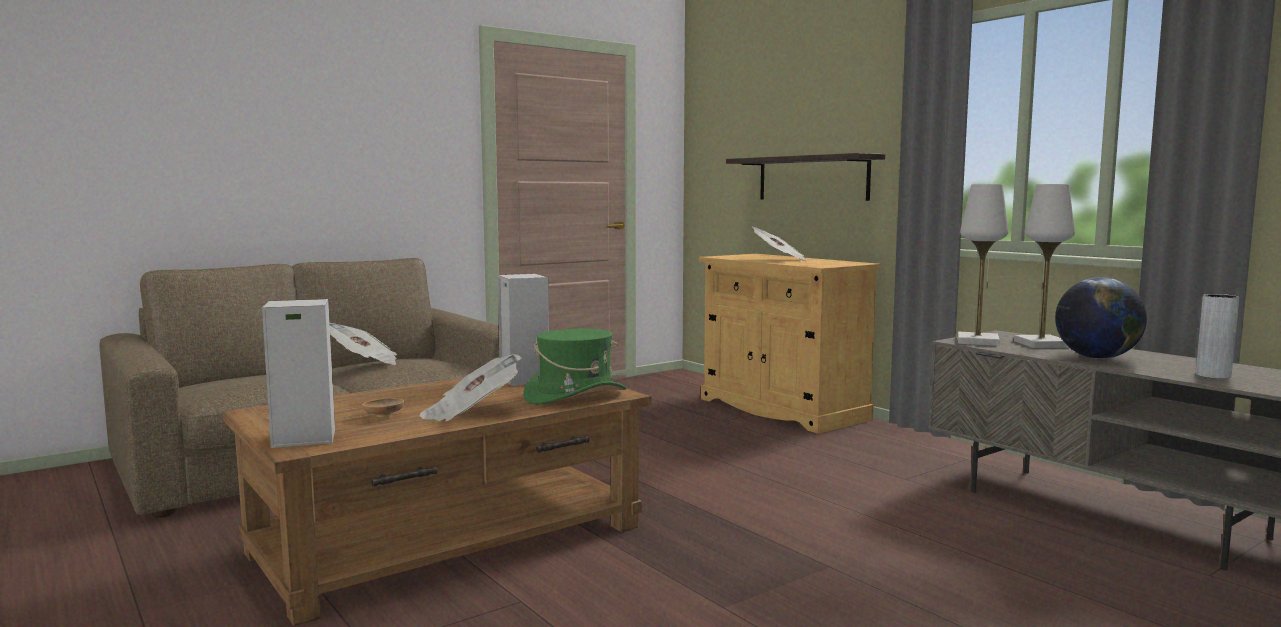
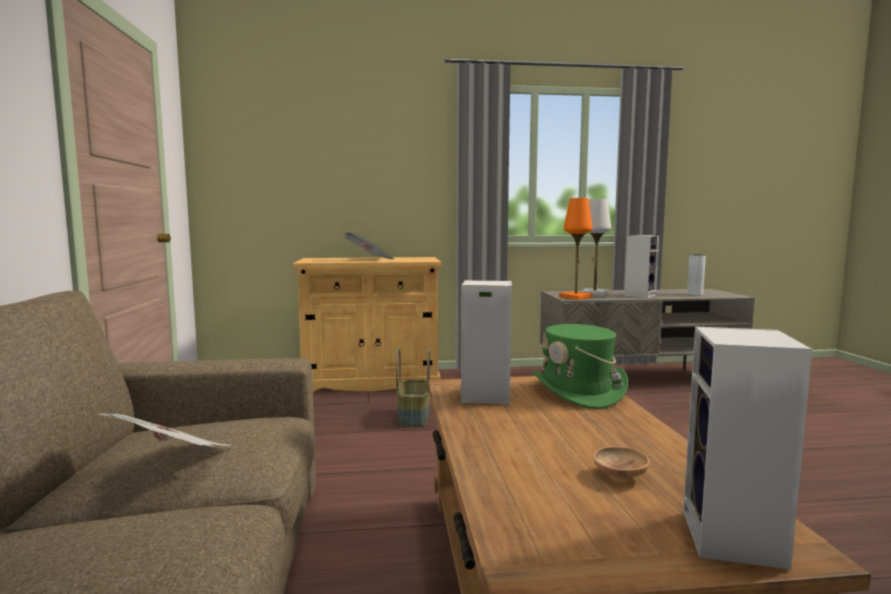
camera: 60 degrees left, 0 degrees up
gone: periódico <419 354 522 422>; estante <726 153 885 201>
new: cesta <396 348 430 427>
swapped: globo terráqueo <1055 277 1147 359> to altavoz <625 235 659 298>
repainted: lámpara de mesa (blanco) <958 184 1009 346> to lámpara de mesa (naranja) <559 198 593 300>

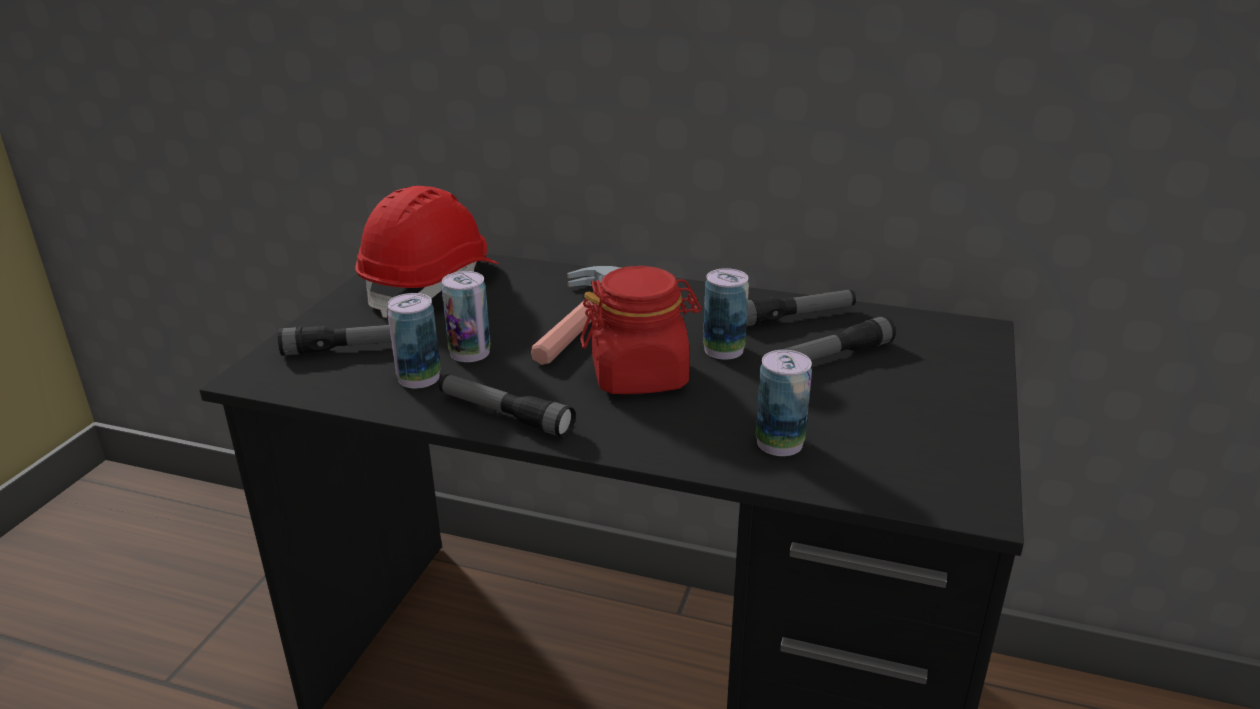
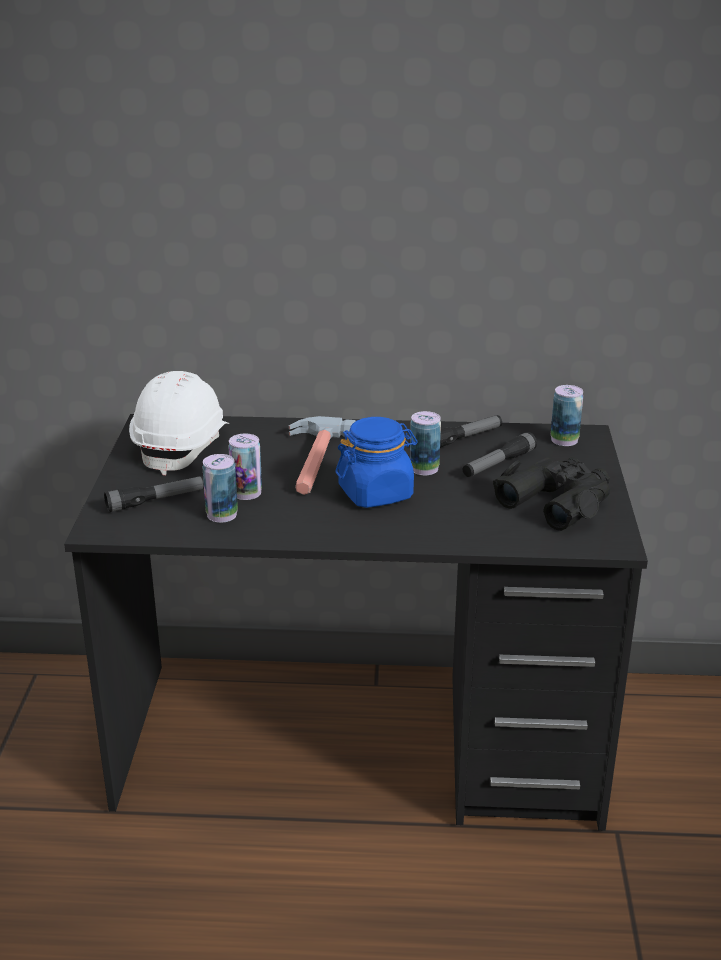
camera: 15 degrees left, 0 degrees up
gone: linterna <439 374 576 438>
new: prismáticos (negro) <493 457 610 531>
shifted: lata <756 350 812 456> to <551 385 583 446>
repainted: casco (rojo) <355 186 500 318> to casco (blanco) <129 371 230 475>; tarro (rojo) <580 266 702 394> to tarro (azul) <336 417 418 508>

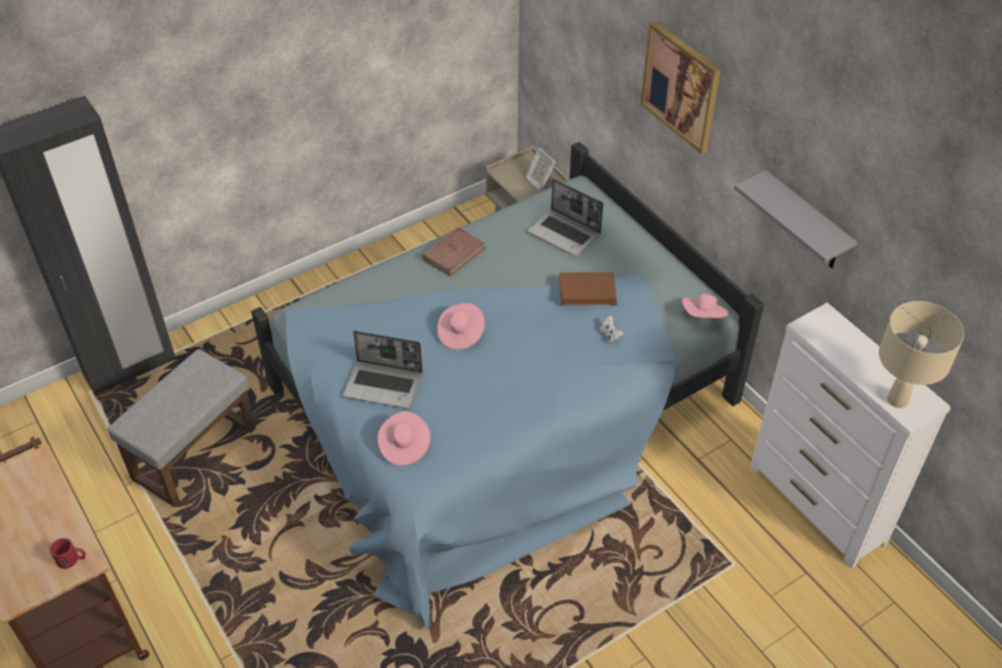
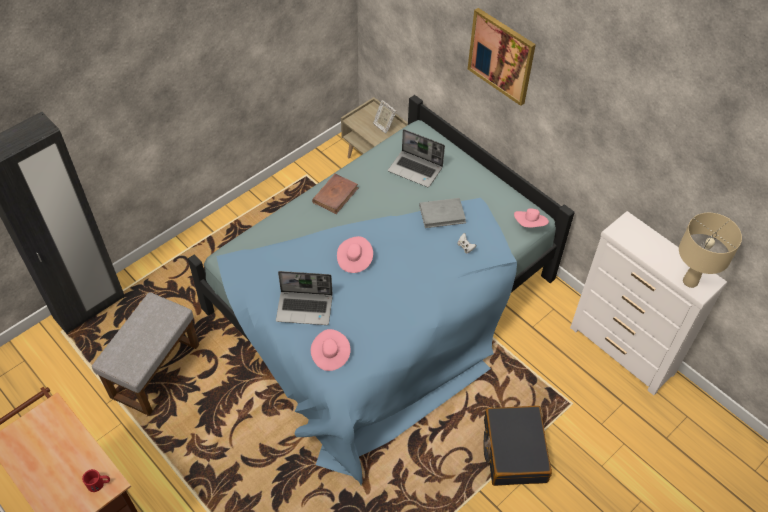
camera: 10 degrees left, 5 degrees up
gone: estante (gris) <734 170 857 268>
new: maleta (negro) <484 406 552 486>
repainted: libro (marrón) <559 272 617 305> to libro (gris) <419 198 466 228>

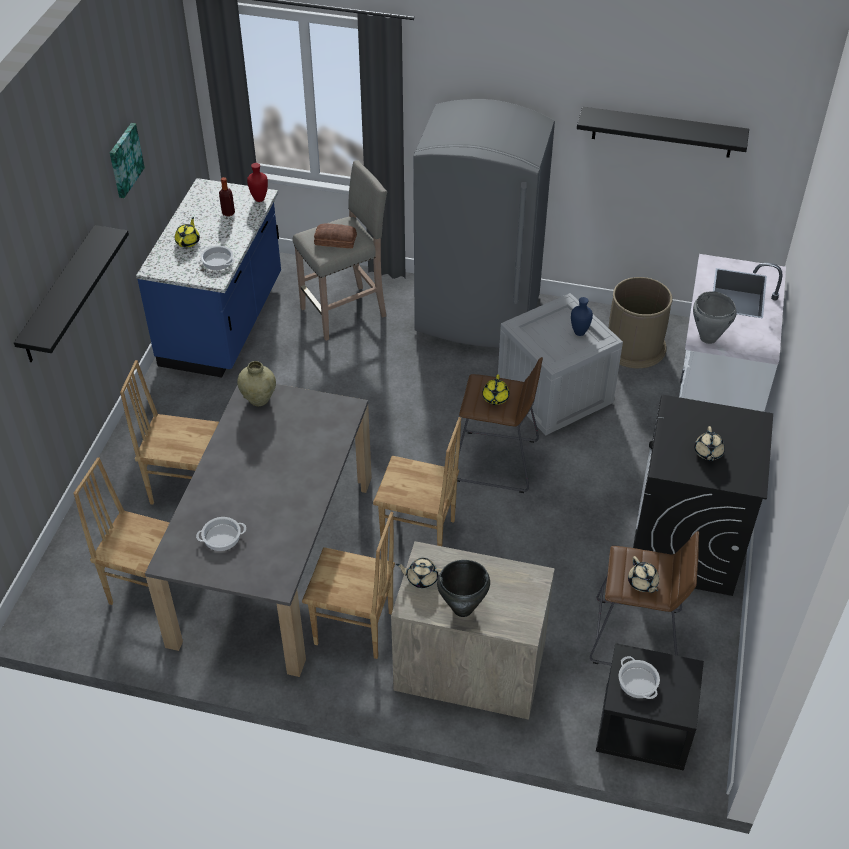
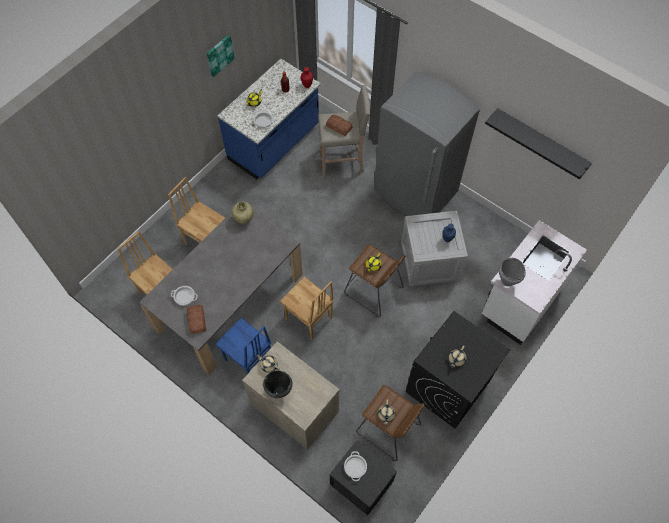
camera: 25 degrees right, 15 degrees up
gone: estante (negro) <14 225 129 362>; papelera (marrón) <609 277 673 368>
new: pan <187 305 206 334>
repainted: silla (marrón) <302 512 395 659> to silla (azul) <215 318 272 374>

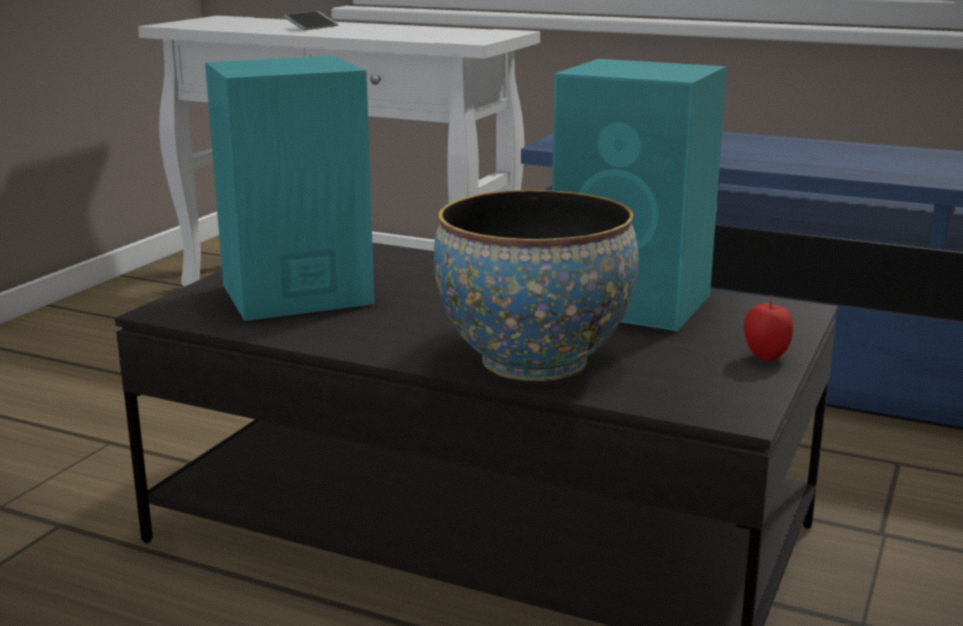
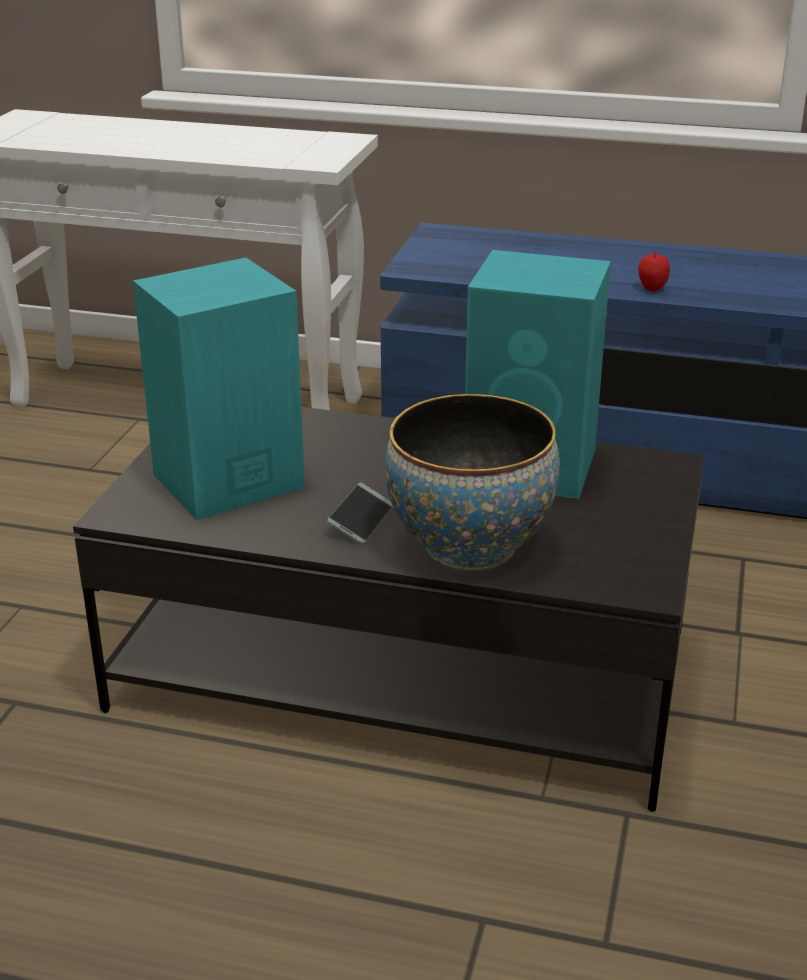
camera: 10 degrees left, 10 degrees up
shifted: móvil <284 11 338 30> to <327 482 393 544>; manzana <744 295 793 361> to <638 249 670 291>

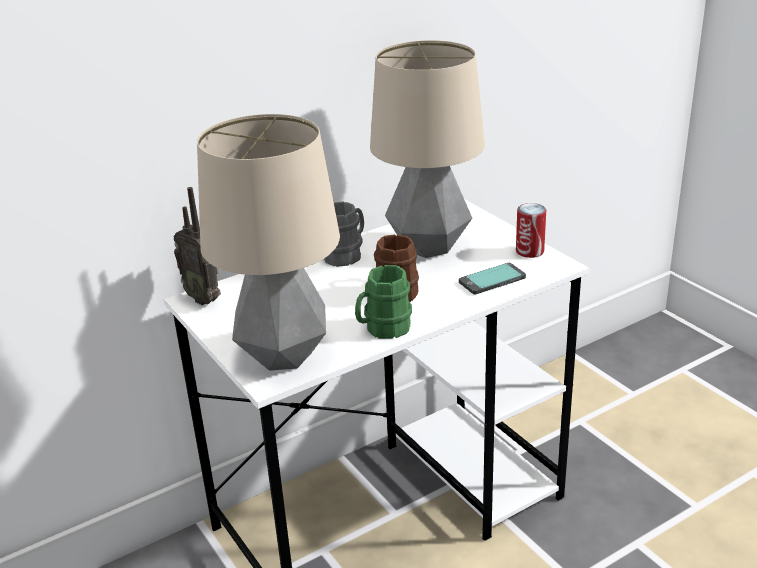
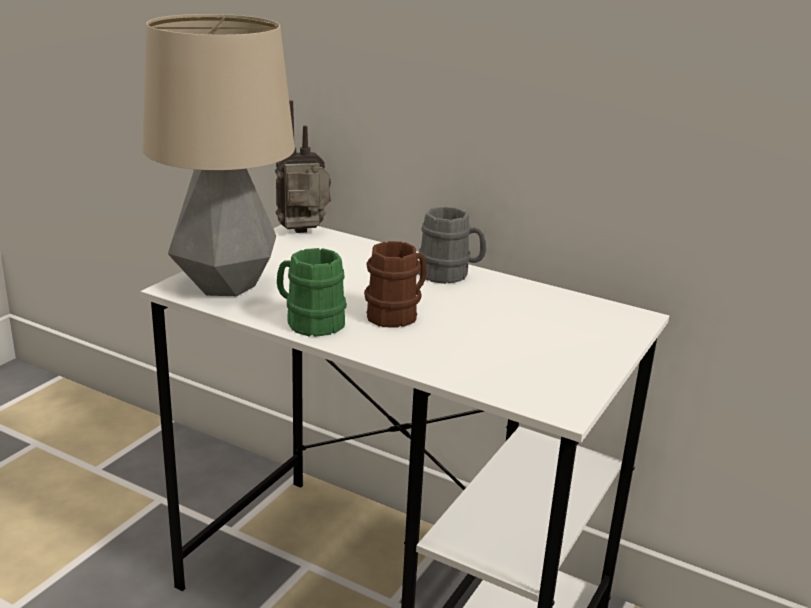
camera: 60 degrees right, 5 degrees down
gone: lámpara de mesa <370 40 485 258>; móvil <459 263 526 294>; lata <516 203 546 258>
rotated: radio <173 187 221 305> = <275 100 331 233> 60 degrees clockwise

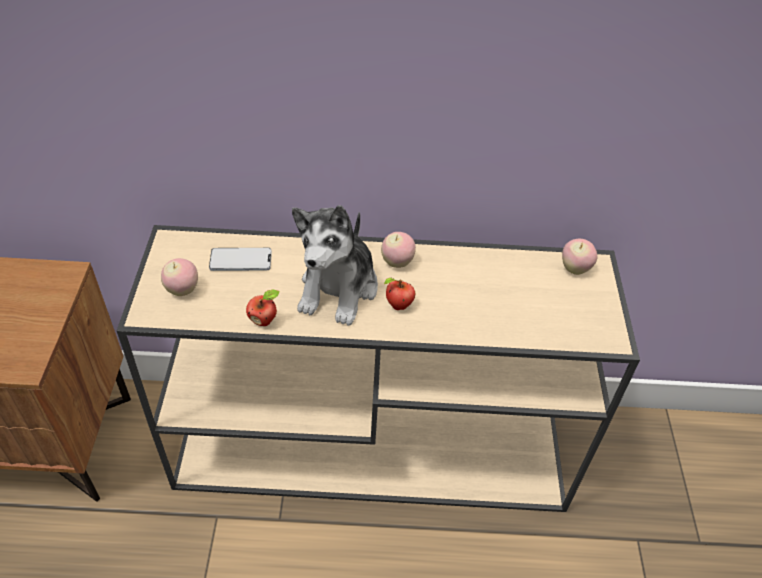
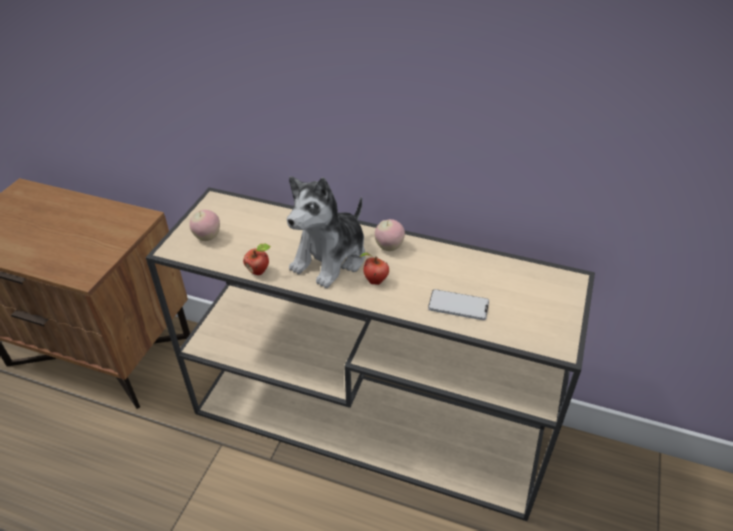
camera: 20 degrees right, 5 degrees down
gone: manzana <562 239 597 275>
shifted: móvil <209 248 272 271> to <428 289 489 320>

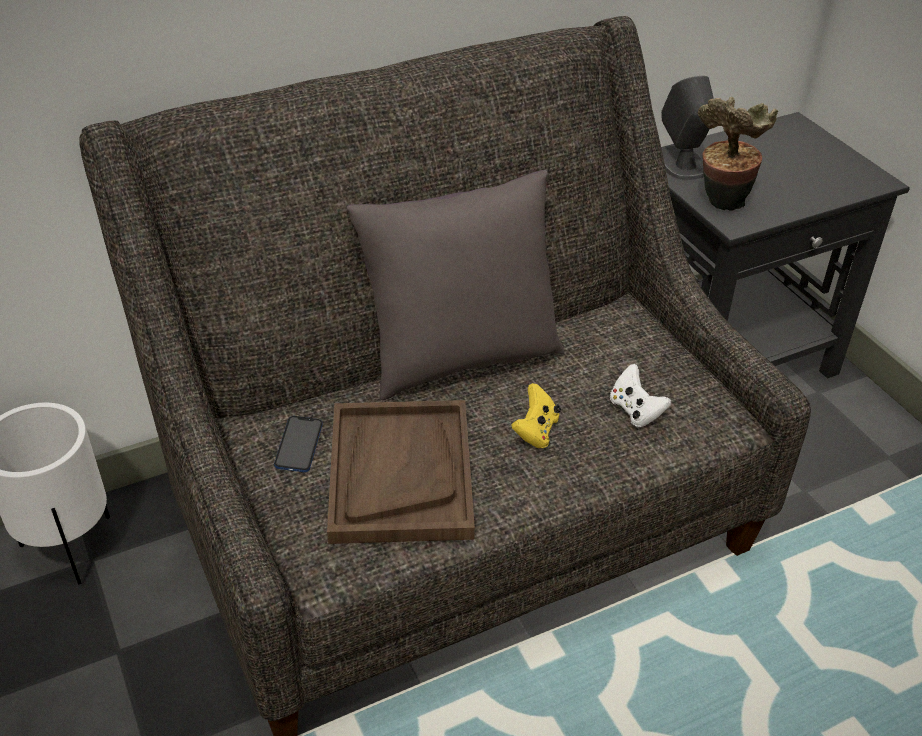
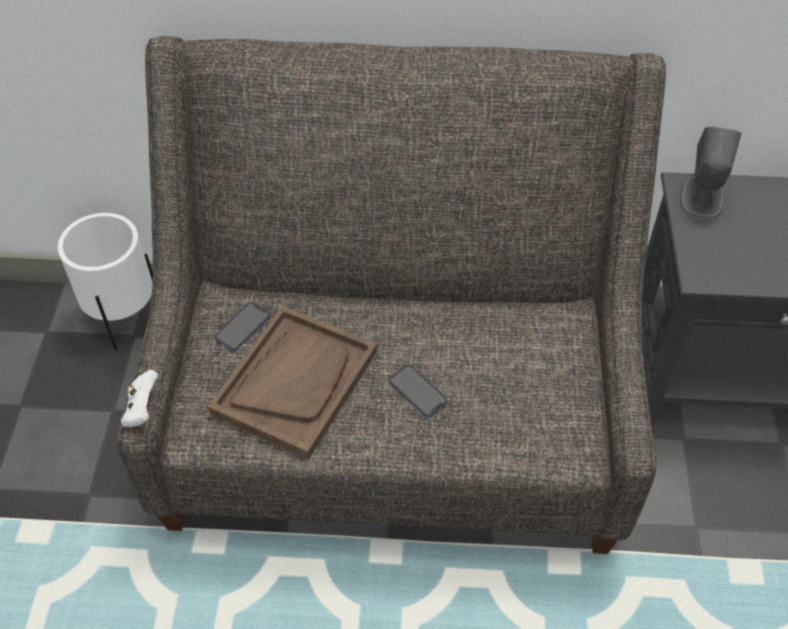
camera: 30 degrees right, 10 degrees up
gone: cojín (gris) <346 170 564 400>; planta en maceta <698 97 778 210>
shifted: mando de consola (blanco) <610 364 671 427> to <119 370 158 427>
swapped: mando de consola (amarillo) <511 383 561 448> to móvil <389 365 447 418>

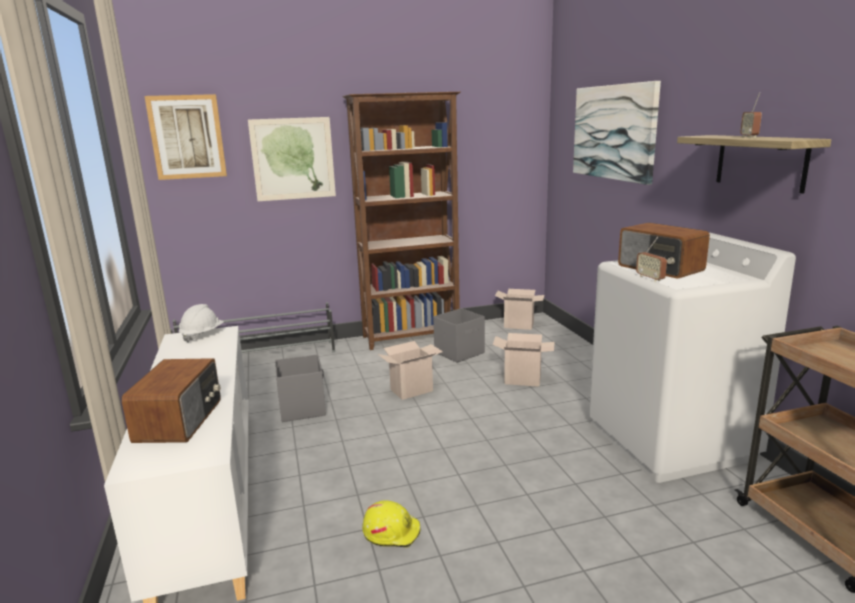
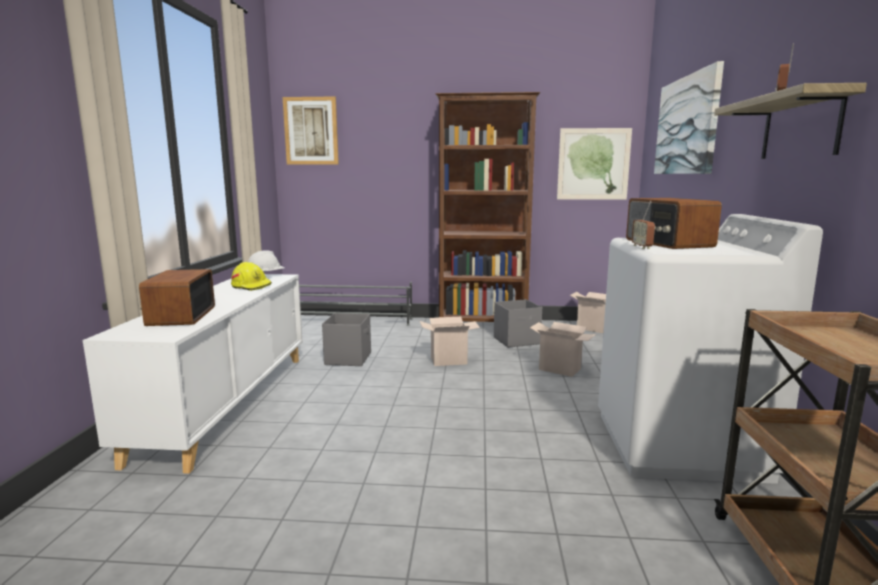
camera: 20 degrees right, 5 degrees down
shifted: casco (amarillo) <362 500 421 548> to <231 262 272 291>; cuadro <248 117 336 201> to <557 128 632 200>
rotated: radio <122 358 221 443> = <139 269 215 326> 150 degrees clockwise

